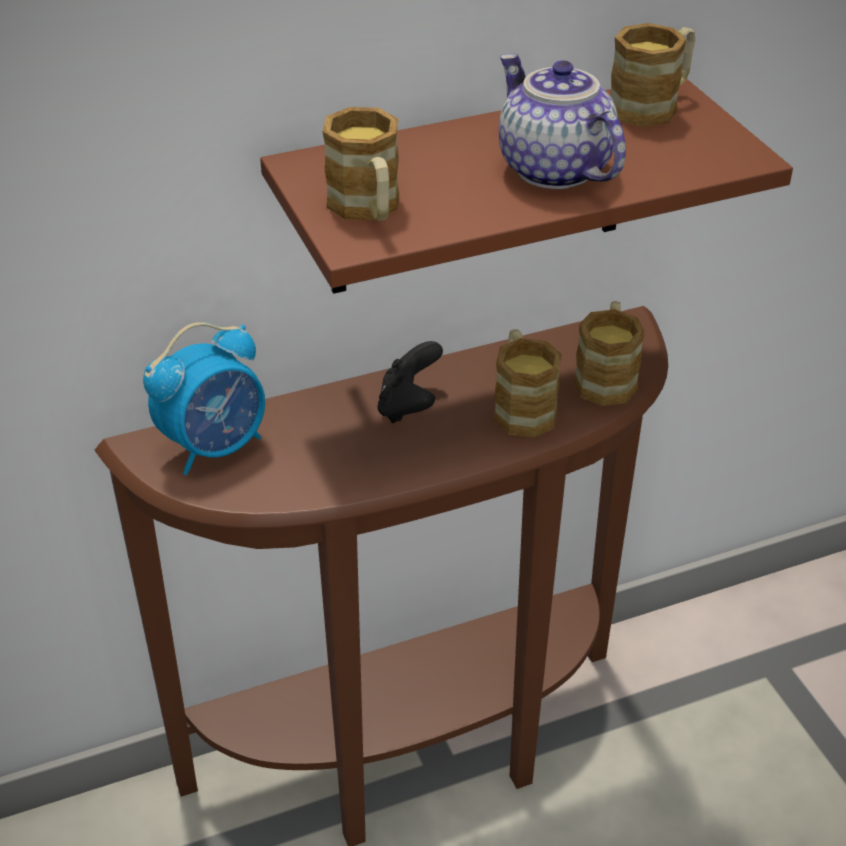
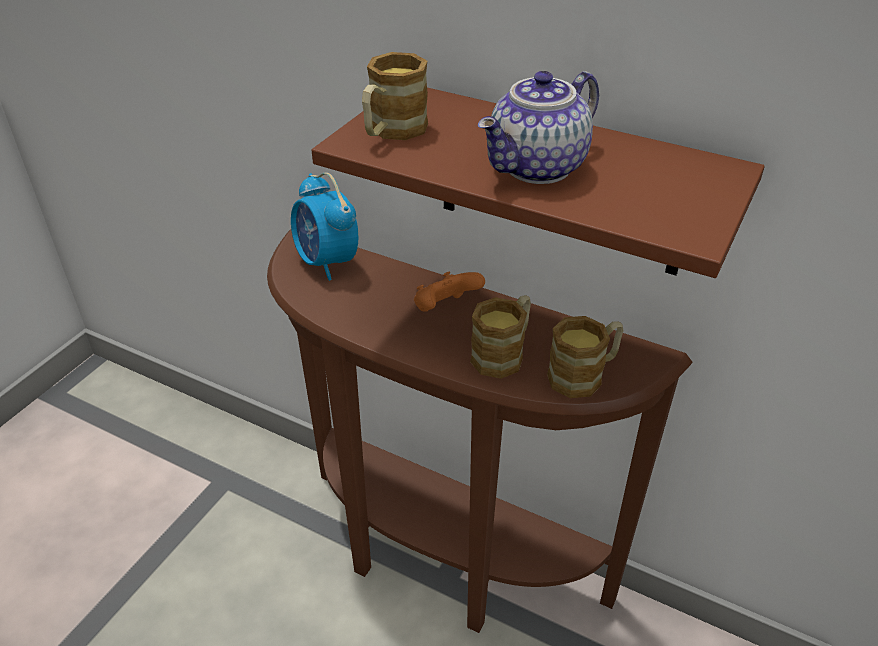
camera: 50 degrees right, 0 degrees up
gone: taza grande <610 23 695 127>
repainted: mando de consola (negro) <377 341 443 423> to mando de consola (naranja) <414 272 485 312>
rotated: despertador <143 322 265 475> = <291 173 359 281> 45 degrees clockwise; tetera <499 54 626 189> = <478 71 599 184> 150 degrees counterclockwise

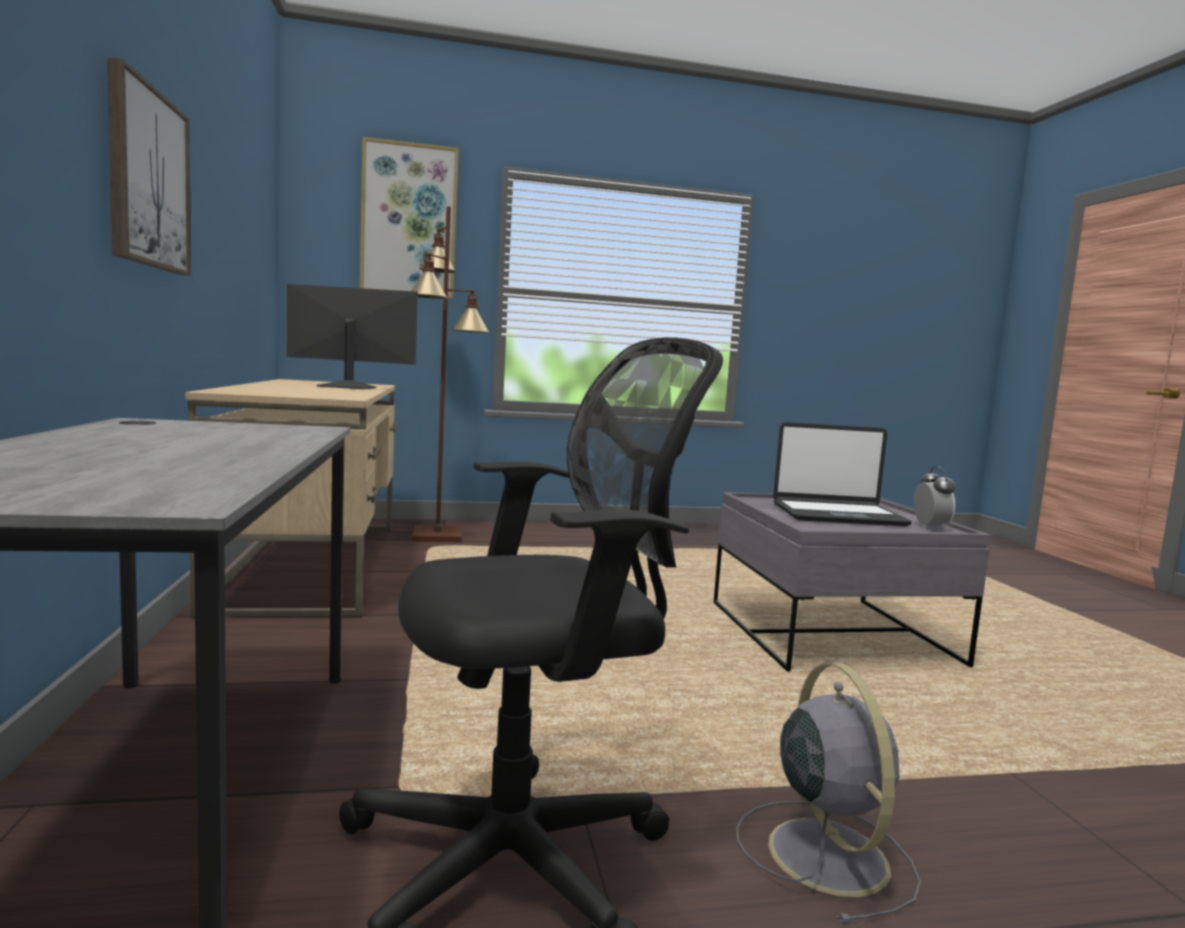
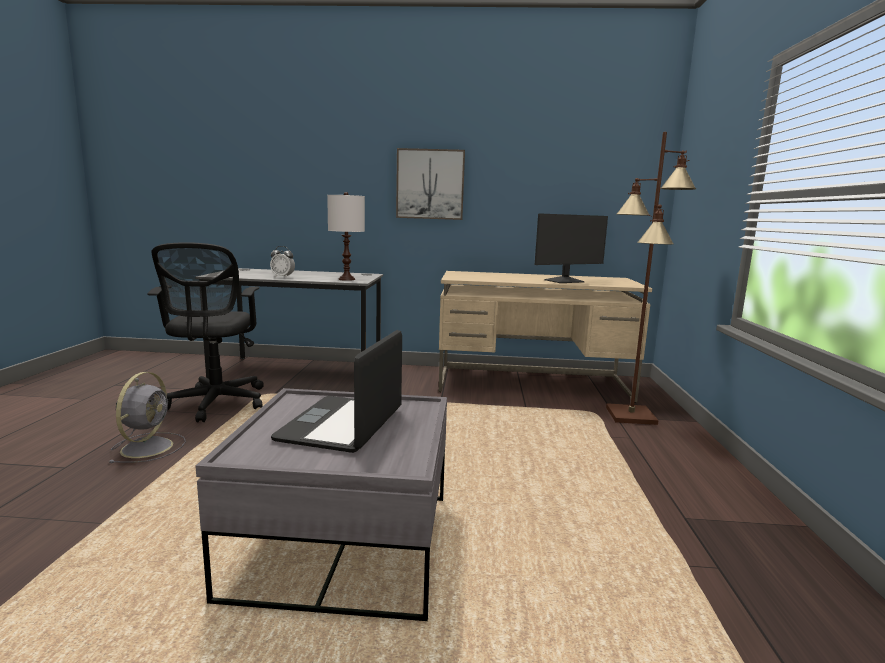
camera: 105 degrees right, 5 degrees up
gone: cuadro <360 137 459 299>
new: lámpara de mesa (blanco) <327 192 365 281>
shifted: despertador <914 466 956 531> to <270 246 295 277>
rotated: ventilador (gris) <736 663 921 924> = <109 372 186 463> 90 degrees counterclockwise; monitor <287 284 418 389> = <535 213 608 283> 45 degrees clockwise

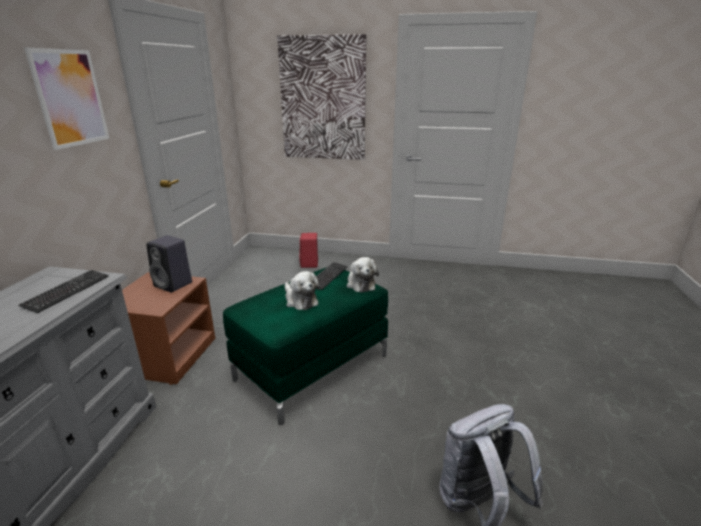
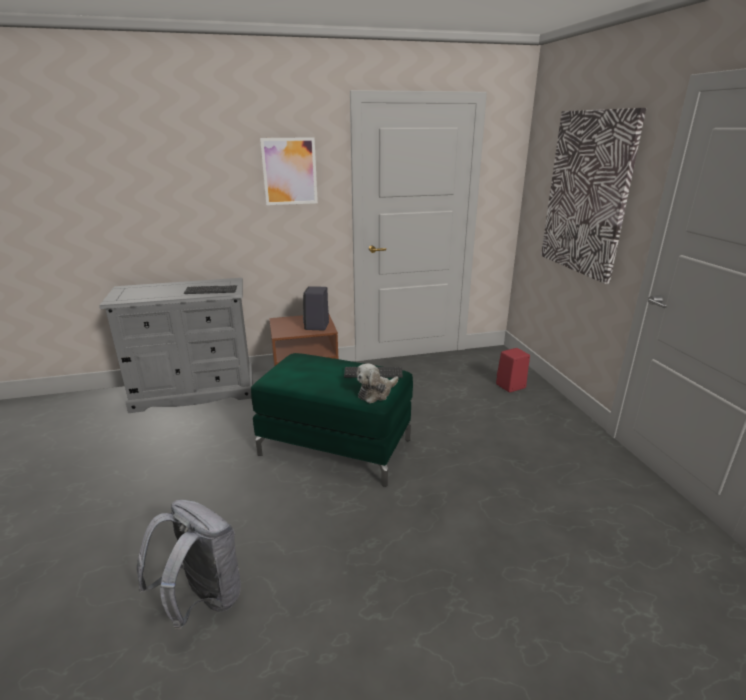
camera: 65 degrees right, 0 degrees up
gone: peluche <285 271 319 310>

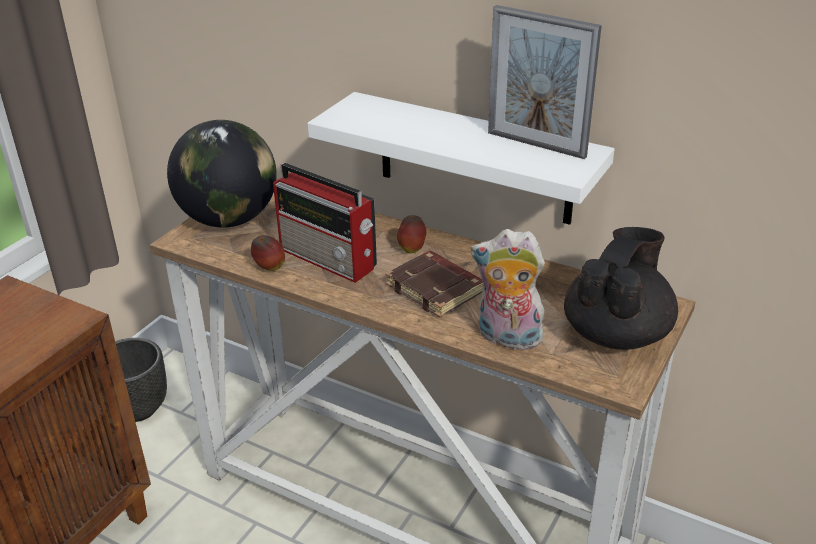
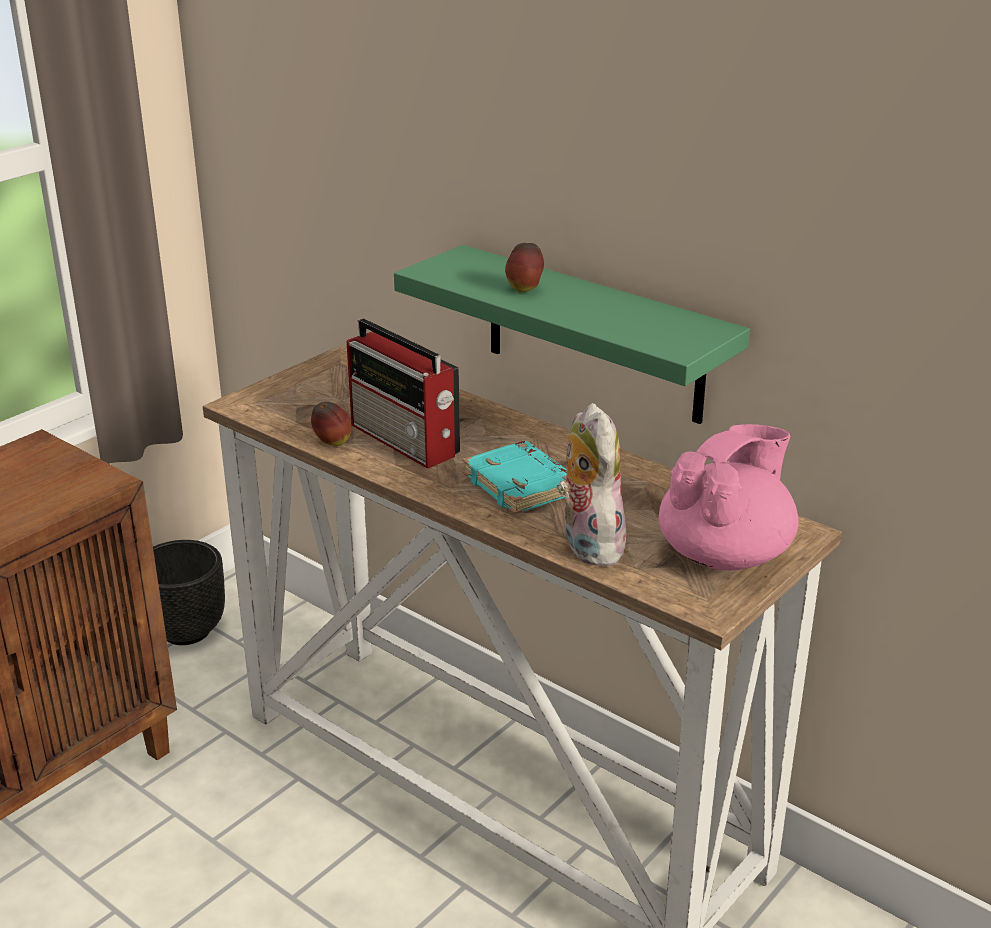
camera: 10 degrees right, 5 degrees down
gone: globo terráqueo <167 120 277 228>; portarretratos <488 5 602 159>
shifted: manzana <397 215 426 253> to <505 243 544 292>
repainted: estante (blanco) <307 92 614 225> to estante (verde) <394 245 750 424>; libro (marrón) <385 251 483 318> to libro (turquesa) <462 441 567 514>; tetera (negro) <564 227 678 350> to tetera (rosa) <659 424 798 570>
rotated: peluche <471 229 545 350> = <557 403 627 566> 45 degrees clockwise

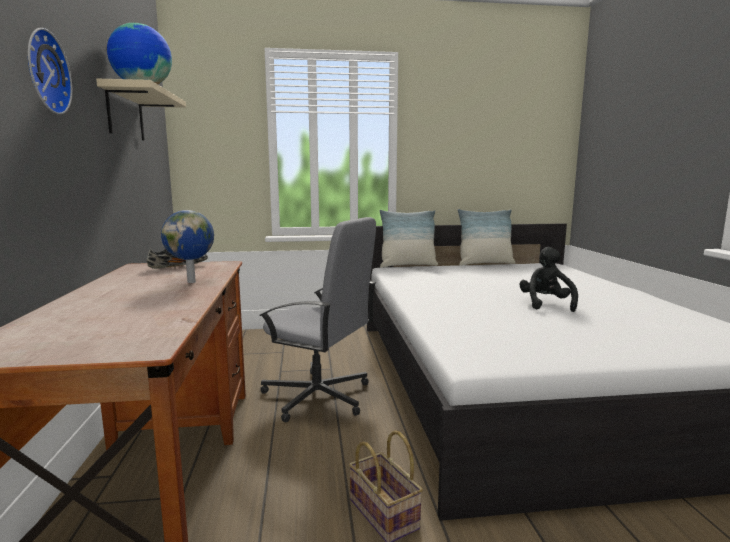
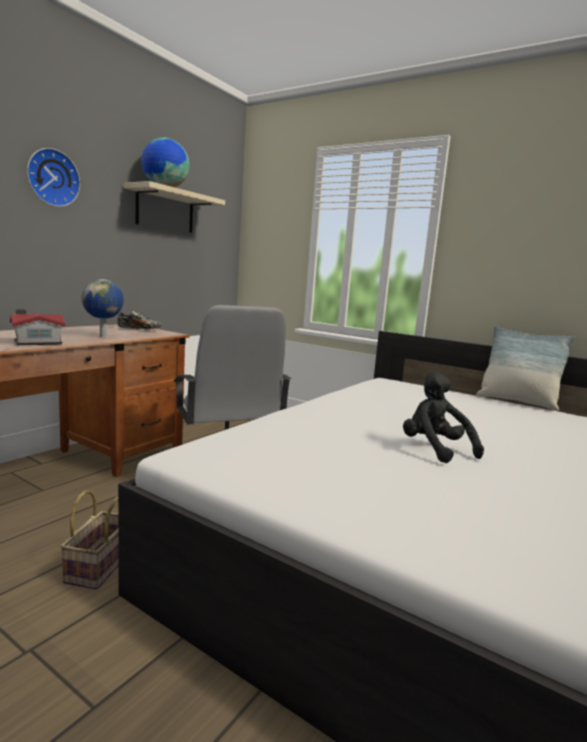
camera: 40 degrees right, 0 degrees up
gone: cojín <380 210 438 268>
new: casita <10 309 65 345>
rotated: peluche (negro) <519 247 578 312> = <403 371 484 463> 75 degrees counterclockwise

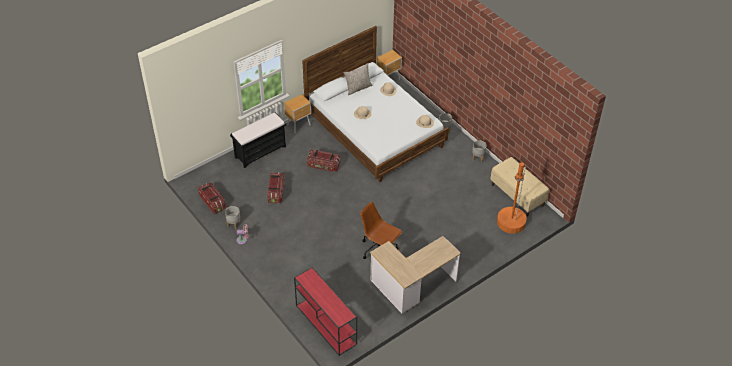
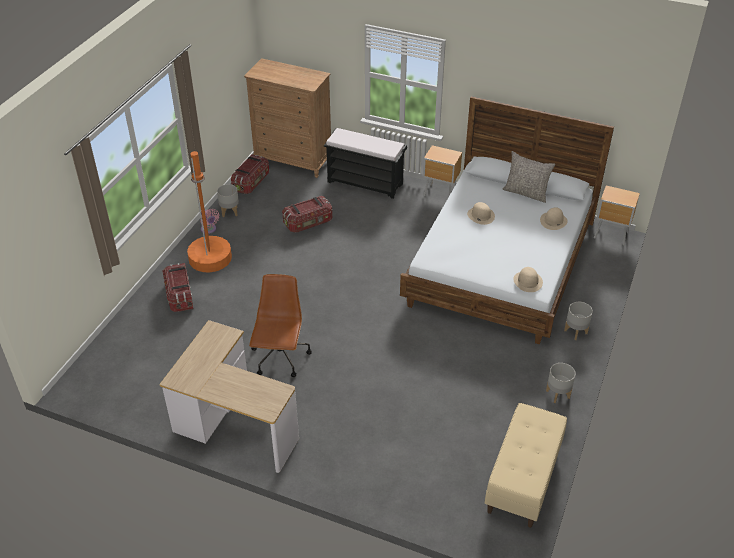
camera: 60 degrees right, 5 degrees down
gone: mesa consola (rojo) <294 267 357 356>
new: cómoda (marrón) <244 58 331 178>
shifted: caja de almacenaje <307 149 340 172> to <162 263 194 312>; lámpara de pie (naranja) <497 162 527 233> to <187 151 232 272>

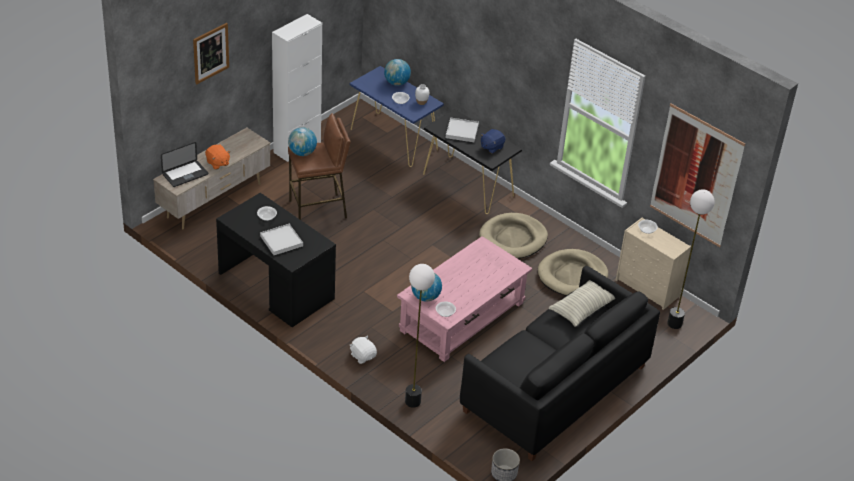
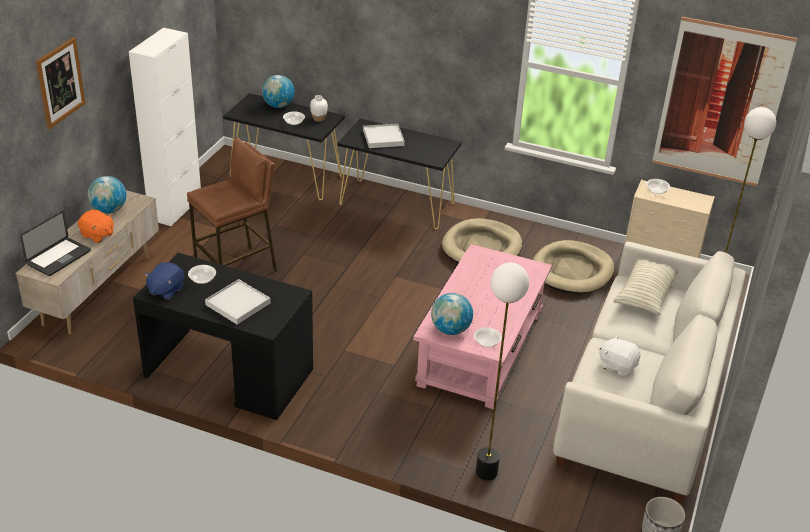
camera: 20 degrees left, 5 degrees down
shifted: globo terráqueo <288 127 317 156> to <87 176 126 214>; peluche (azul) <481 129 506 154> to <144 262 184 300>; peluche (blanco) <350 336 377 364> to <598 336 641 376>
repainted: mesa consola (azul) <350 66 444 167> to mesa consola (negro) <223 93 345 200>; sofá (negro) <460 266 660 461> to sofá (blanco) <553 242 746 505>

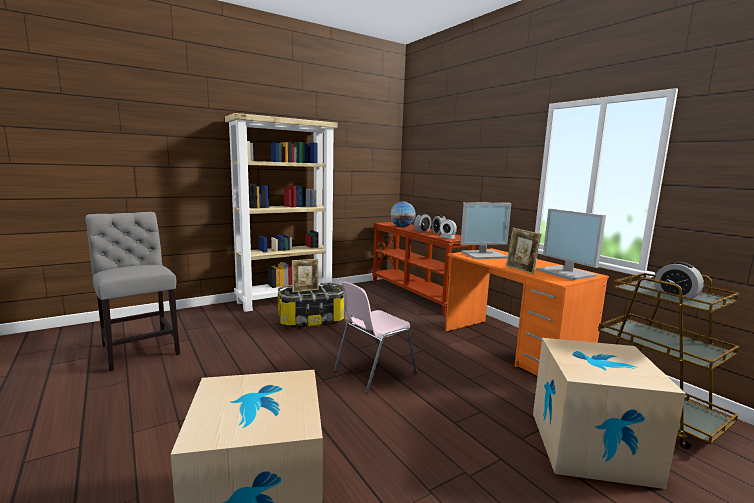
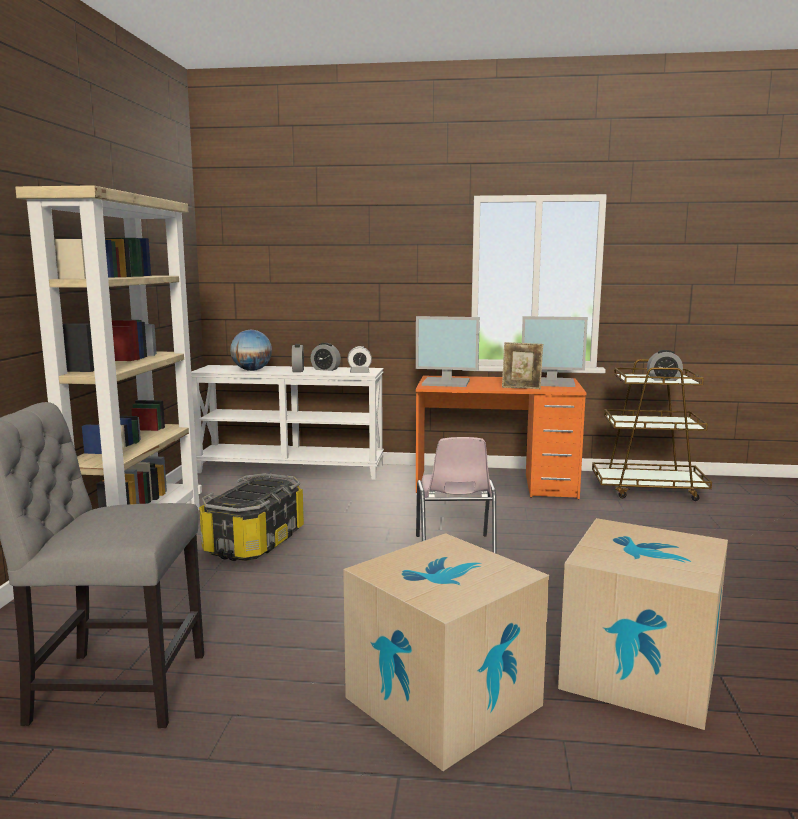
camera: 50 degrees left, 0 degrees up
gone: portarretratos <292 259 319 293>
shifted: caja de cartón <533 338 686 489> to <343 533 549 771>
repainted: mesa consola (marrón) <373 222 475 315> to mesa consola (blanco) <191 365 384 480>
rotated: monitor <461 202 512 259> = <416 316 480 387> 75 degrees clockwise

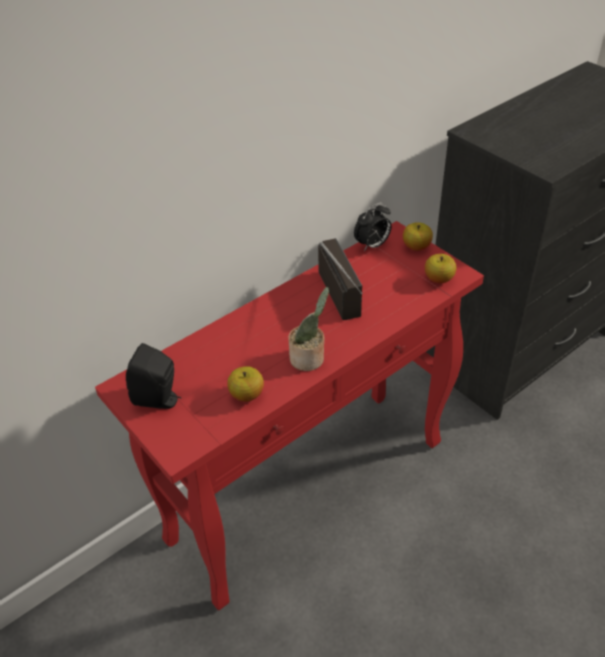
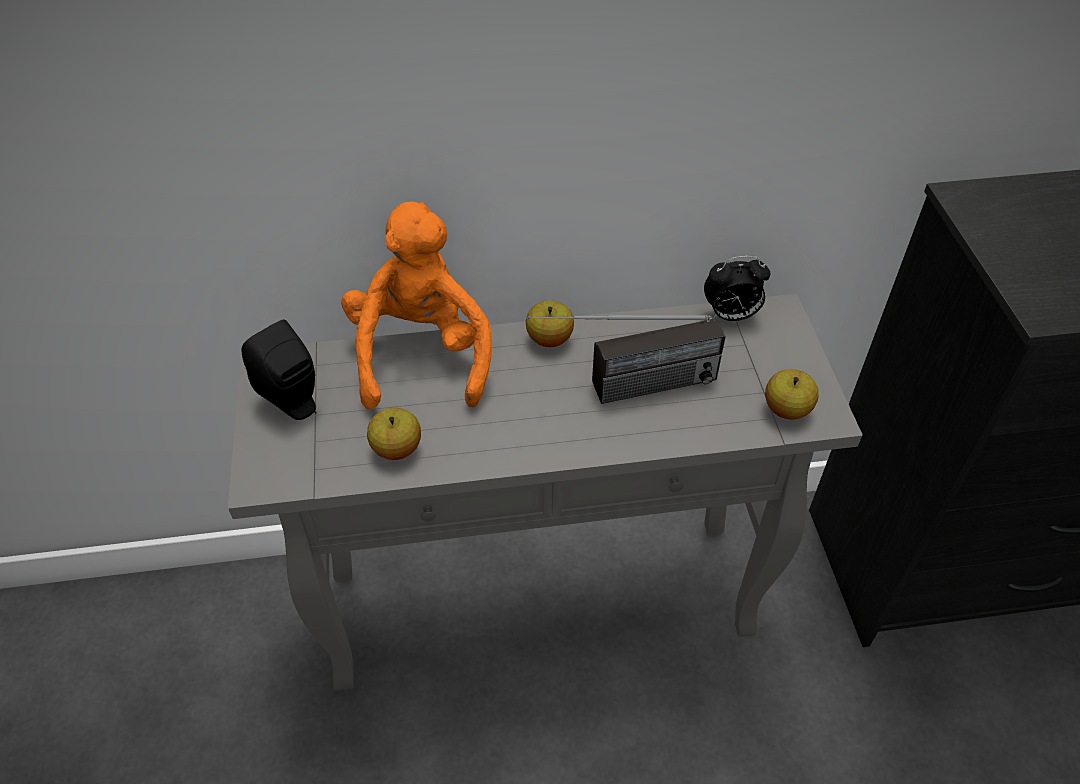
camera: 30 degrees right, 5 degrees up
gone: planta en maceta <288 287 329 371>
new: peluche (naranja) <341 201 492 410>
shifted: manzana <403 222 433 251> to <526 301 574 347>
repainted: mesa consola (rojo) <95 221 484 610> to mesa consola (gris) <228 294 862 691>
rotated: radio <318 238 362 320> = <527 315 725 404> 60 degrees clockwise

